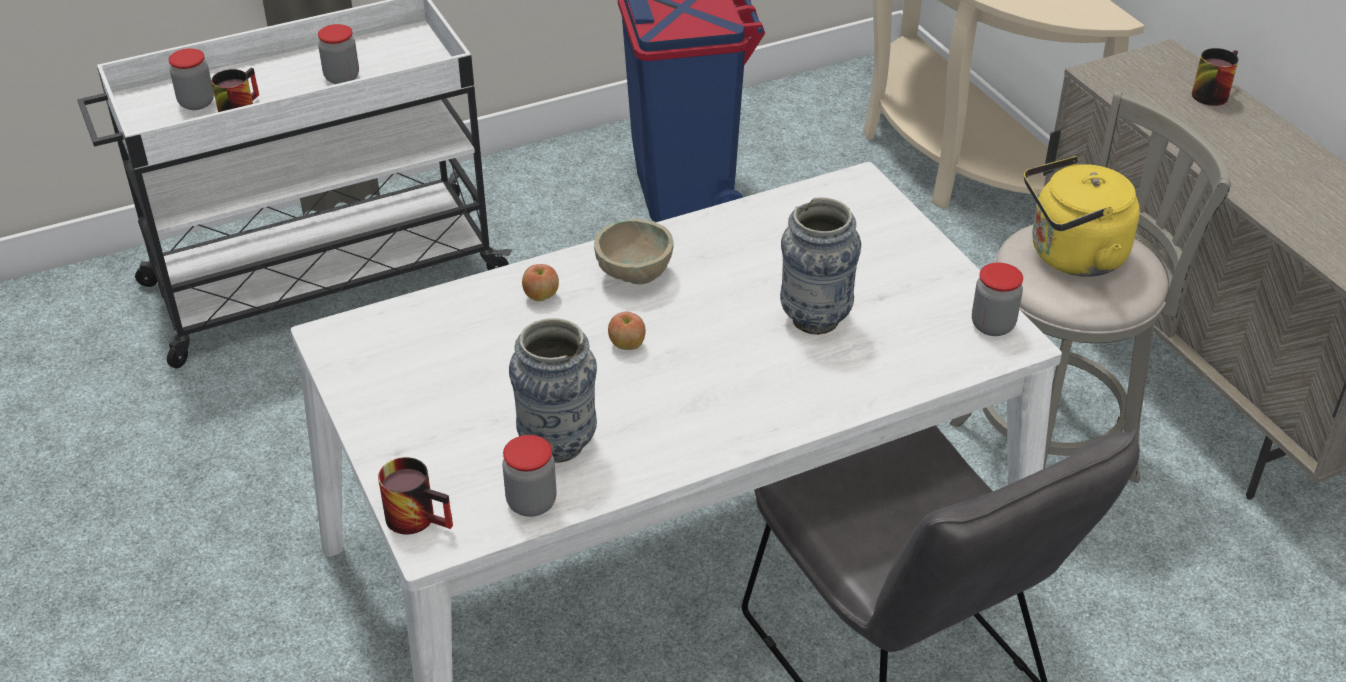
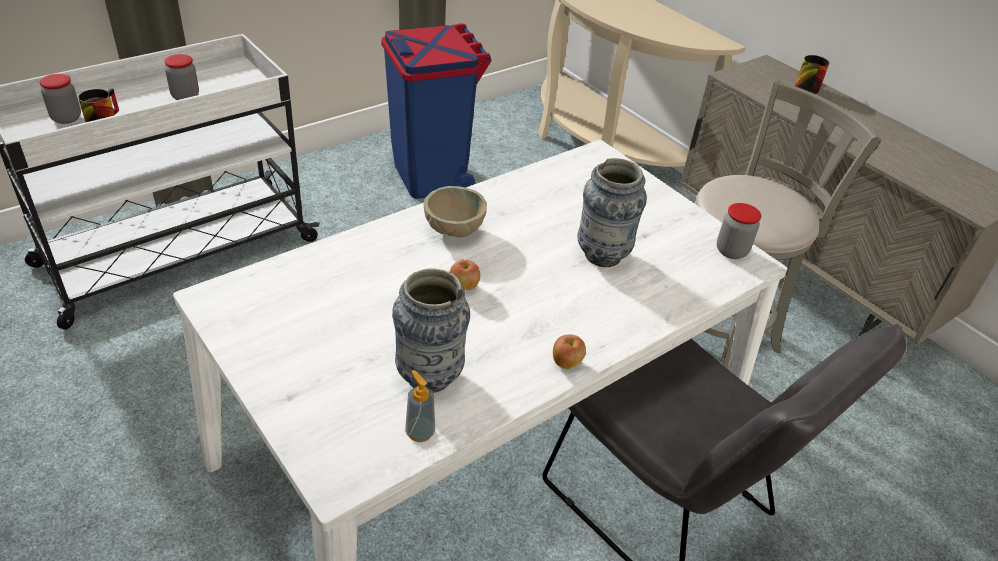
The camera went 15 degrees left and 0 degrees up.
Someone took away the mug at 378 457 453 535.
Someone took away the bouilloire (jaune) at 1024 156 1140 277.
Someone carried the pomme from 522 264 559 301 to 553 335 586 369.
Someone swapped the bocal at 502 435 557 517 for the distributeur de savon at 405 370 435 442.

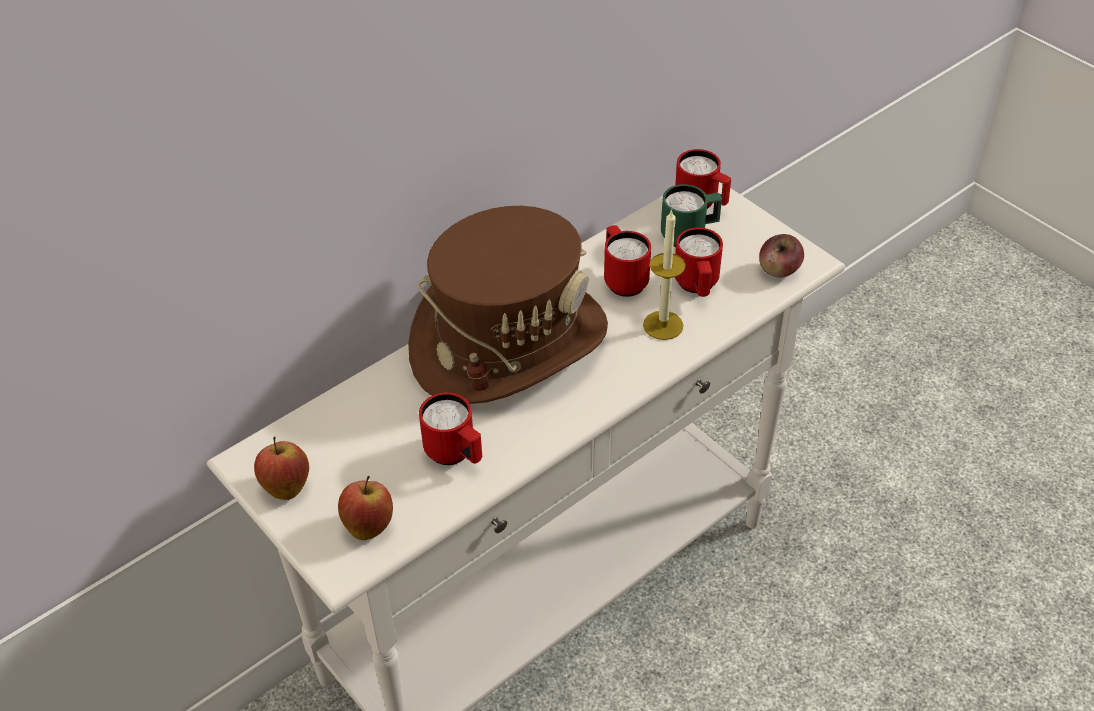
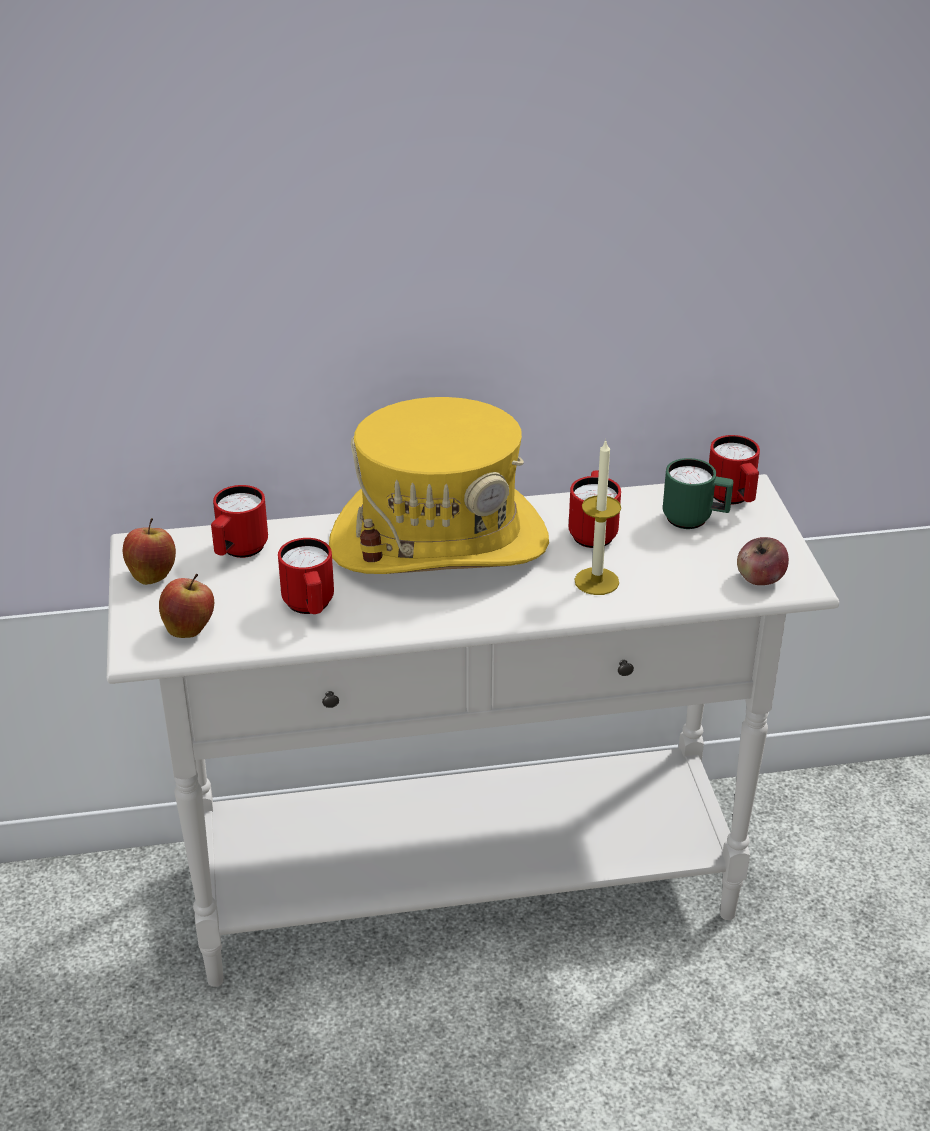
The camera went 30 degrees right and 10 degrees down.
Someone carried the mug (rouge) from 675 228 723 297 to 211 485 268 558.
Someone repainted the chapeau (marron) at 408 206 608 404, which became the chapeau (jaune) at 329 397 549 574.

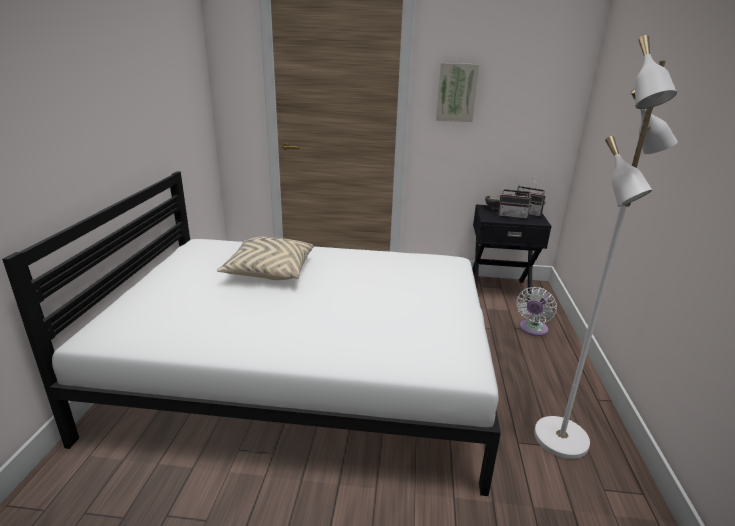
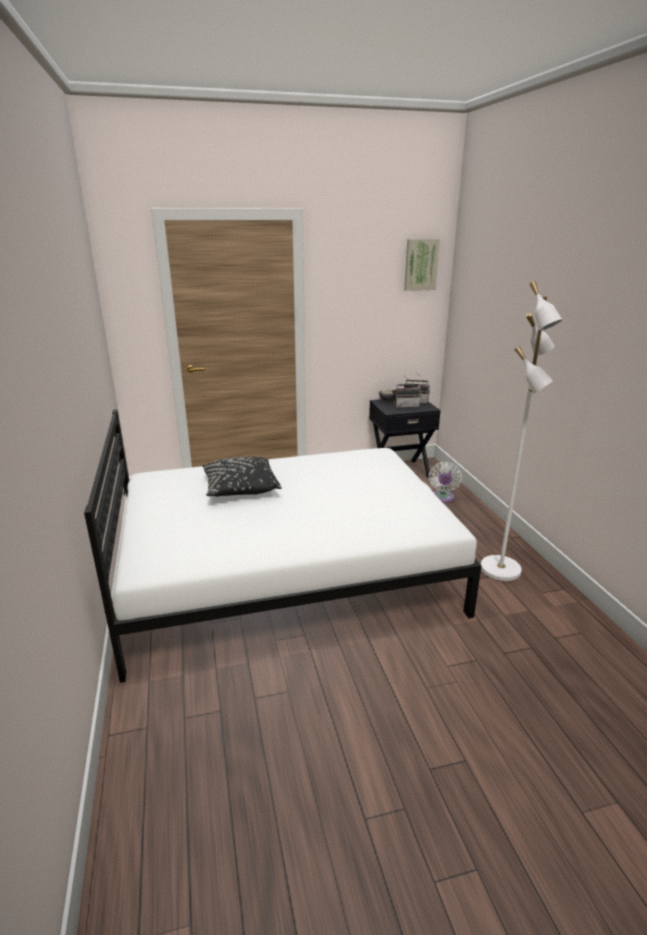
The camera went 20 degrees left and 0 degrees up.
Someone carried the tableau from 436 63 479 122 to 404 239 440 291.
Someone repainted the coussin (beige) at 217 237 314 280, which became the coussin (noir) at 202 457 282 497.

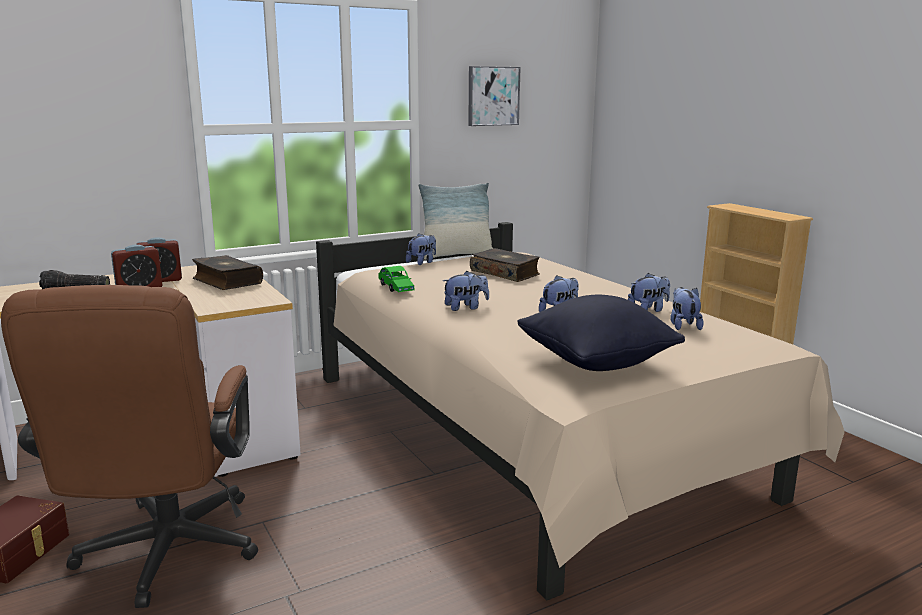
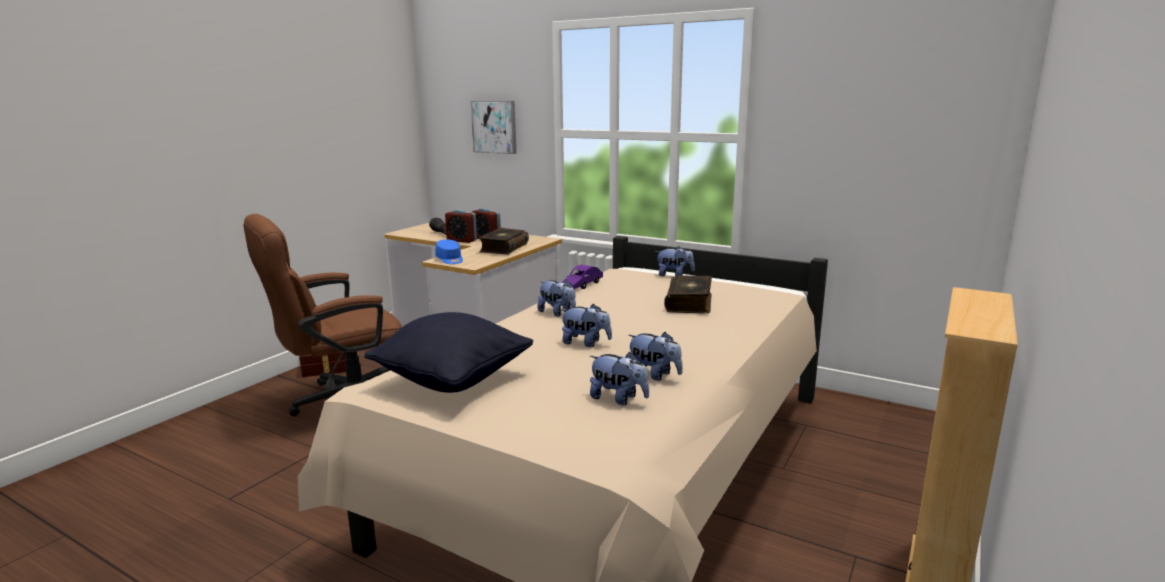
The camera went 60 degrees right and 0 degrees up.
Someone took away the coussin at 418 183 493 260.
Someone put down the casquette (bleu) at 435 239 463 264.
Someone carried the tableau from 468 66 521 126 to 471 101 516 154.
Someone repainted the petite voiture (vert) at 378 266 414 292, which became the petite voiture (violet) at 561 265 603 289.
Someone rotated the peluche at 670 287 704 330 by 60 degrees clockwise.

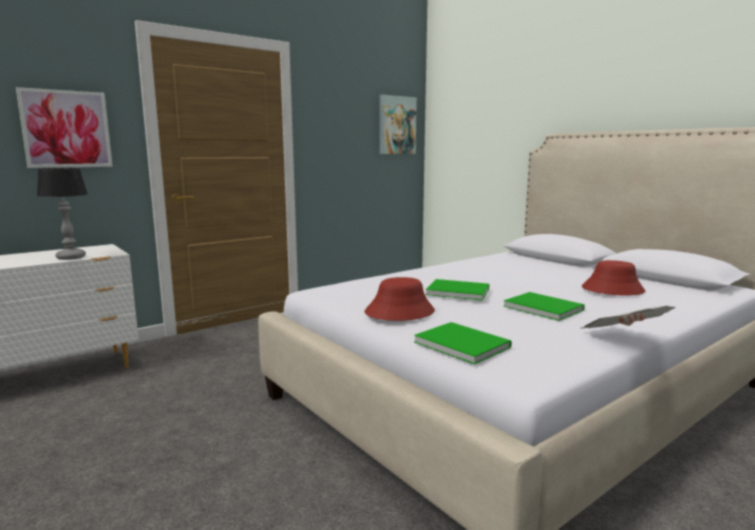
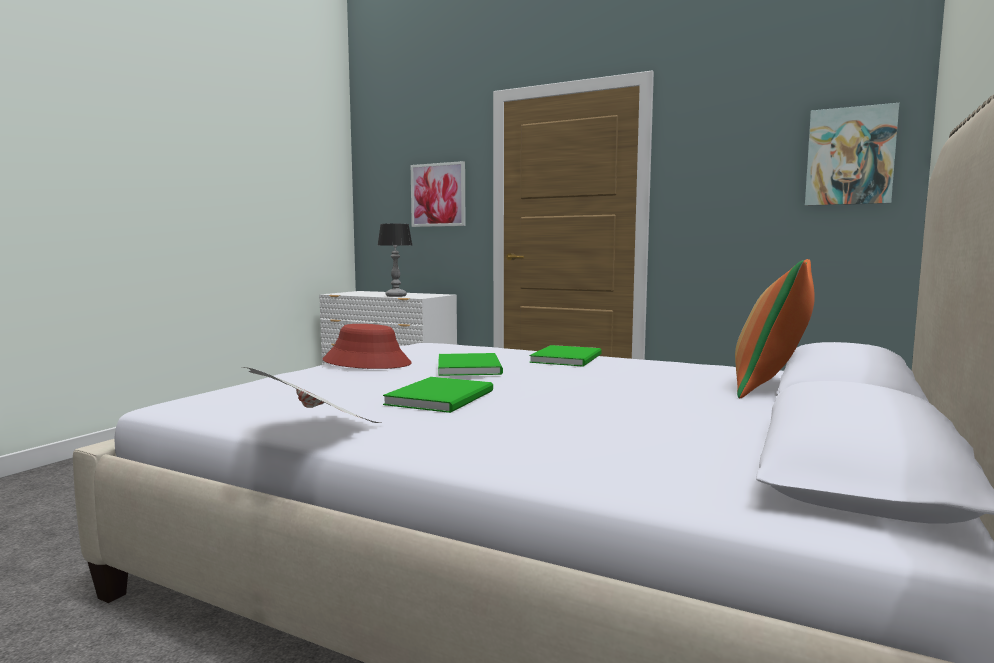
The camera went 65 degrees right and 5 degrees down.
Someone took away the chapeau (rouge) at 582 260 645 295.
Someone put down the coussin at 735 259 815 398.
Someone carried the livre (vert) from 414 322 512 364 to 529 345 601 367.

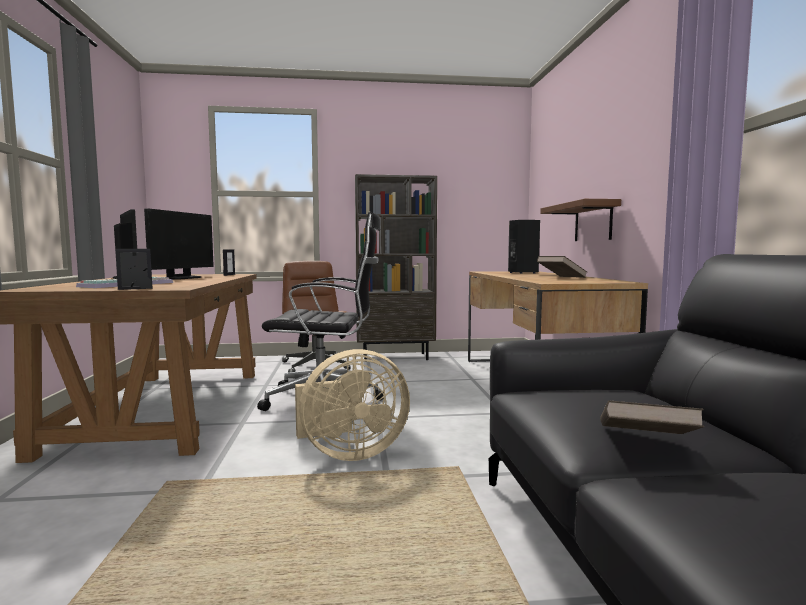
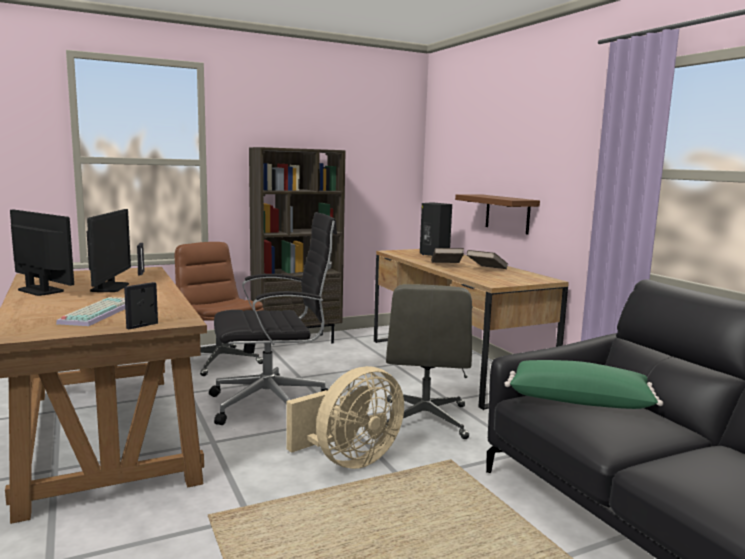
The camera went 20 degrees left and 5 degrees up.
Someone put down the chaise de bureau (gris) at 383 284 472 439.
Someone put down the coussin (vert) at 504 360 663 409.
Someone carried the livre (marron) from 600 400 704 434 to 431 248 464 263.

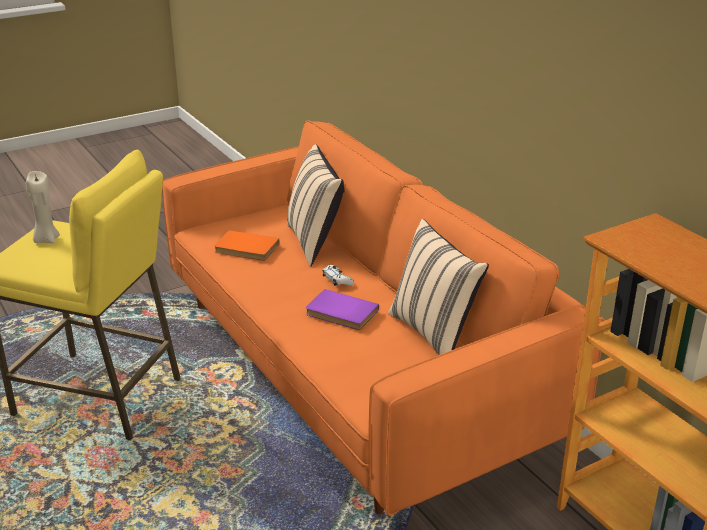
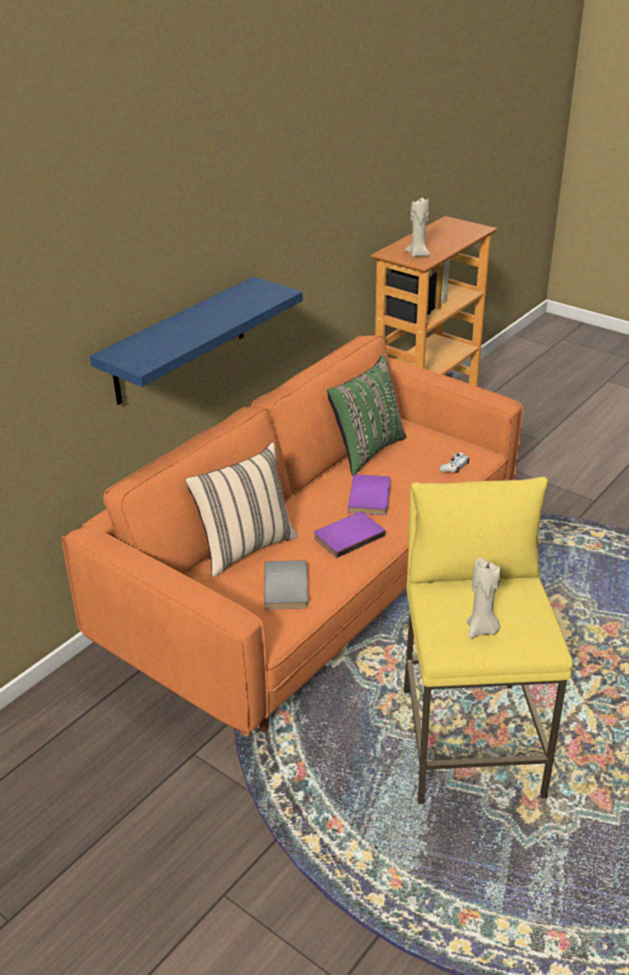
The camera went 110 degrees left and 5 degrees up.
Someone put up the étagère (bleu) at 90 276 303 405.
Someone put down the livre (violet) at 314 512 386 558.
Someone put down the bougie (beige) at 405 198 430 258.
Someone carried the manette (blanc) from 323 265 354 286 to 439 452 469 473.
Someone repainted the livre (orange) at 214 230 280 261, which became the livre (gris) at 264 560 308 610.
Someone repainted the coussin (beige) at 388 219 489 355, which became the coussin (vert) at 327 356 407 476.

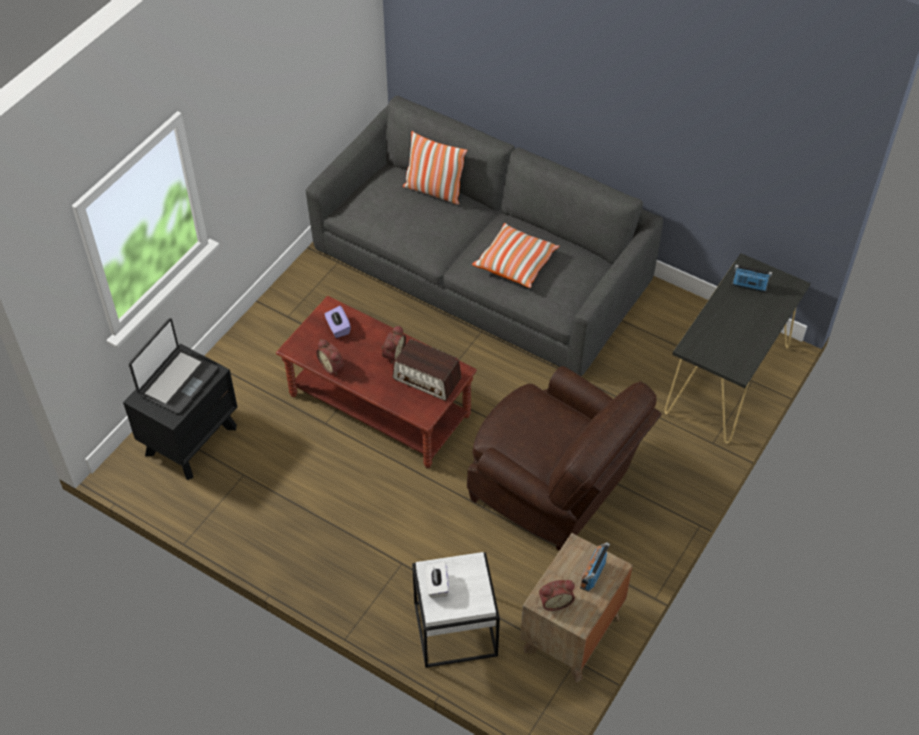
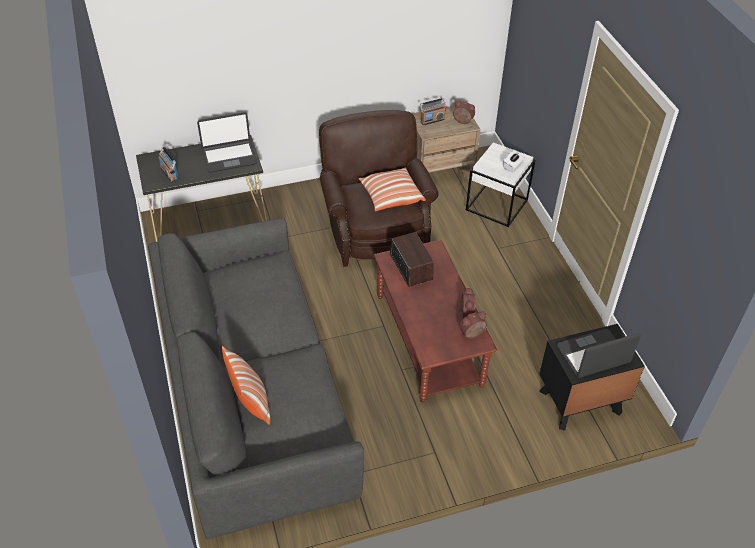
The camera went 140 degrees left and 5 degrees down.
Someone took away the boîte à mouchoirs (violet) at 325 306 351 338.
Someone put down the ordinateur portable at 197 112 257 173.
Someone carried the réveil from 382 325 406 364 to 459 311 487 339.
Someone carried the coussin from 472 223 559 288 to 358 168 426 211.

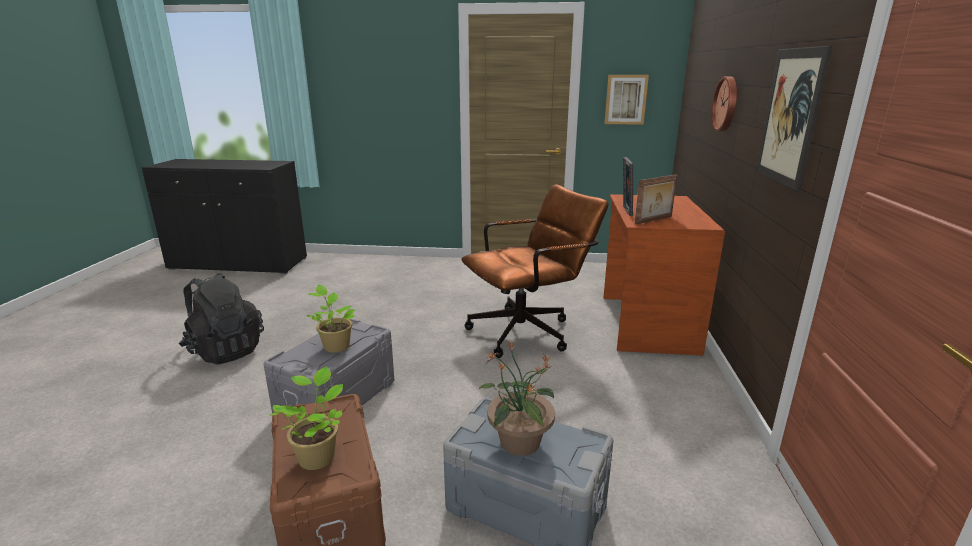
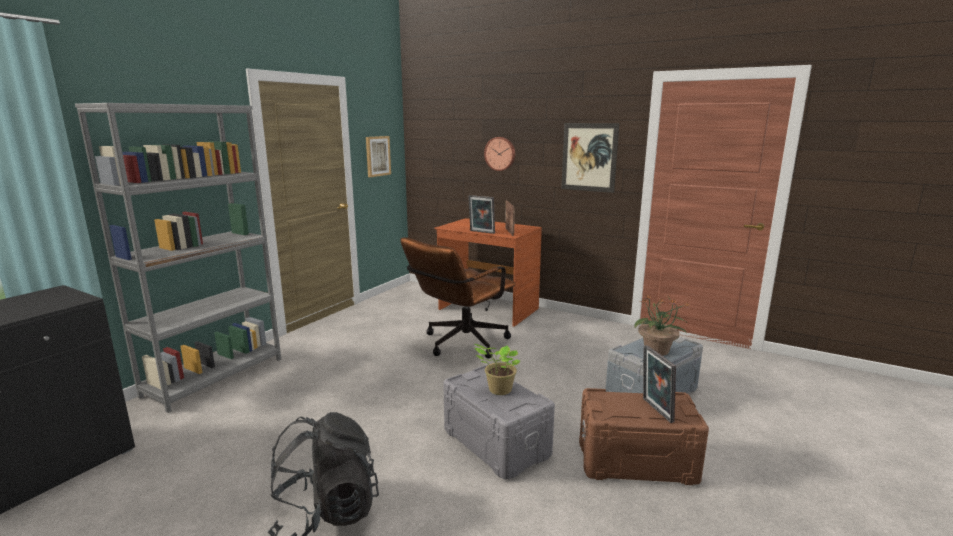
The camera went 65 degrees left and 5 degrees down.
Someone put down the bibliothèque (gris) at 75 103 281 413.
Someone swapped the plante en pot at 270 367 343 470 for the cadre photo at 643 345 676 423.
Someone rotated the chaise de bureau (marron) at 462 184 609 358 by 135 degrees counterclockwise.

